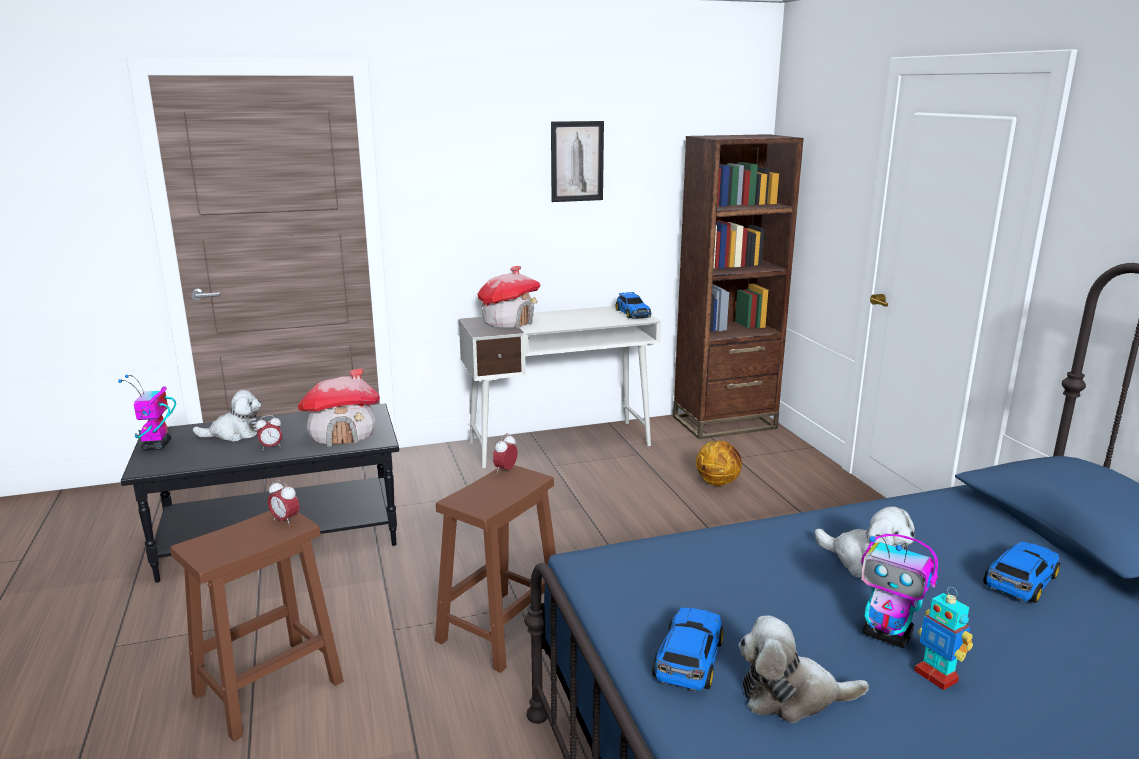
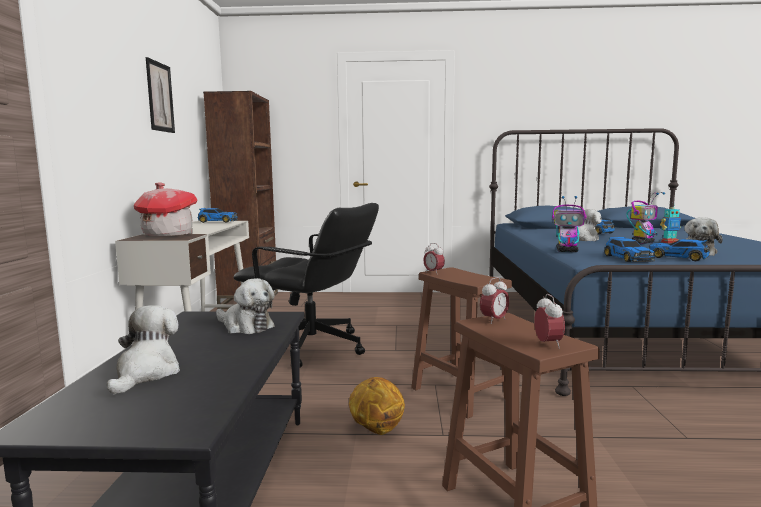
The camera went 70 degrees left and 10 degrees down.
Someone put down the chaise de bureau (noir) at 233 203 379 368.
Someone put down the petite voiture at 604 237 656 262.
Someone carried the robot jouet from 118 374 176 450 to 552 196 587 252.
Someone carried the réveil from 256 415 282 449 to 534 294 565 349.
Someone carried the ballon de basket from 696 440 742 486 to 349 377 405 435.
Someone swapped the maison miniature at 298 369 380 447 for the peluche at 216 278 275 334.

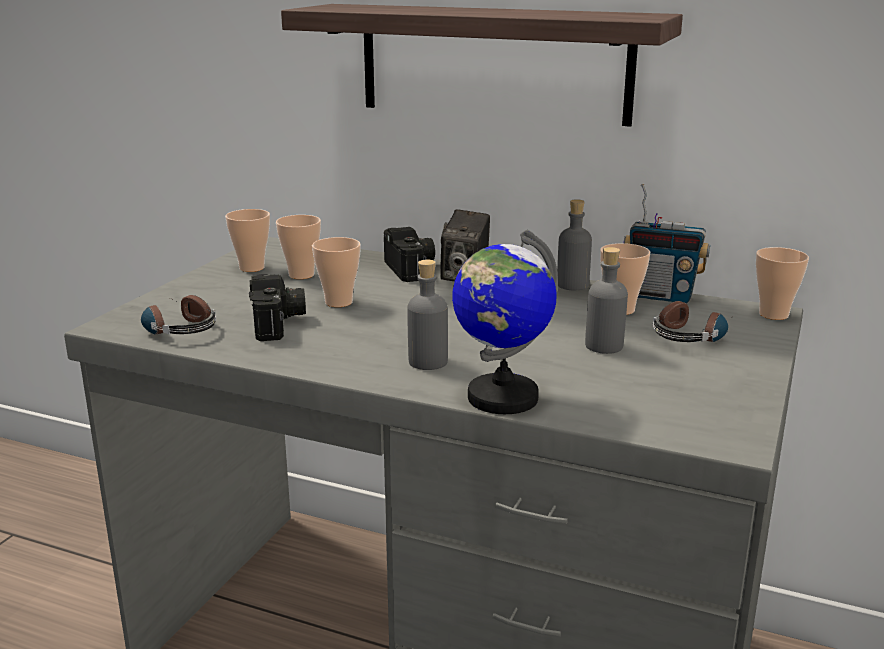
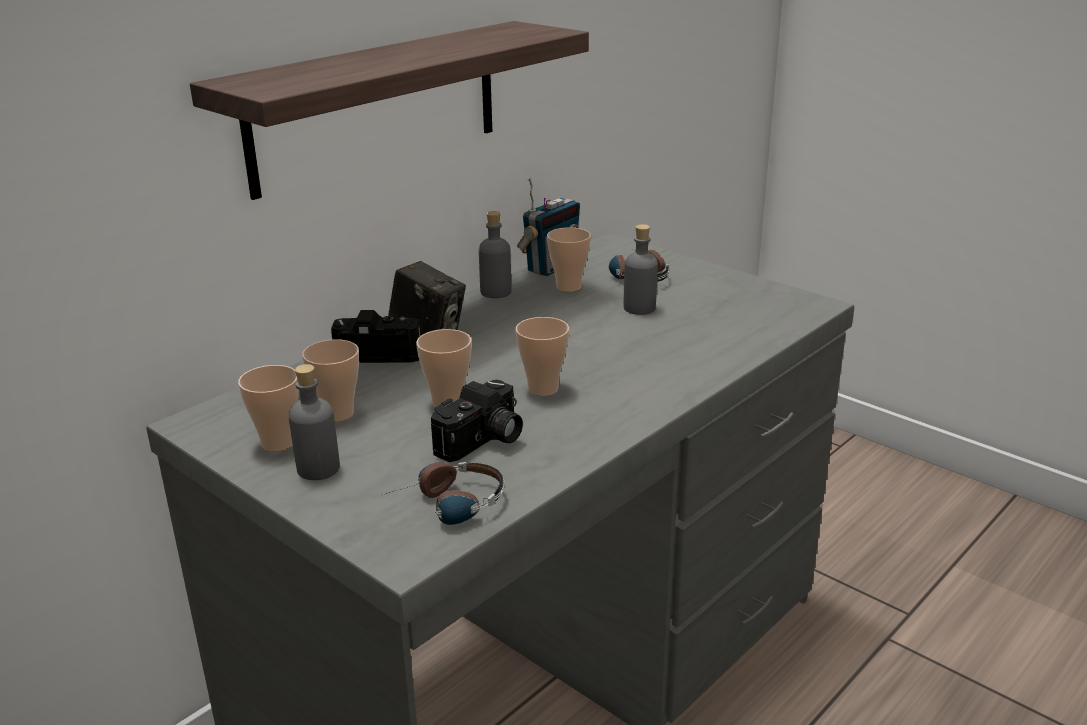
The camera went 70 degrees left and 5 degrees up.
Someone took away the globe at 452 230 558 414.
Someone carried the bouteille (gris) from 407 260 448 370 to 289 364 340 480.
Someone carried the tasse from 756 247 809 320 to 515 317 569 396.
Someone rotated the appareil photo at 249 274 306 341 by 120 degrees clockwise.

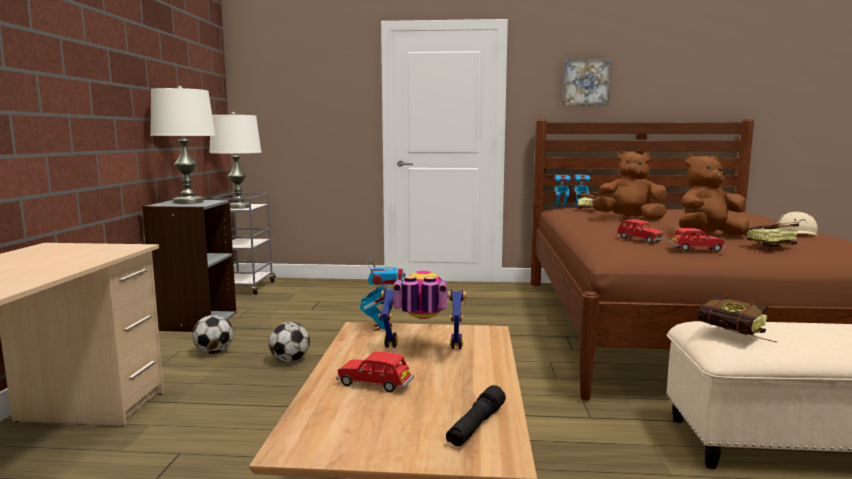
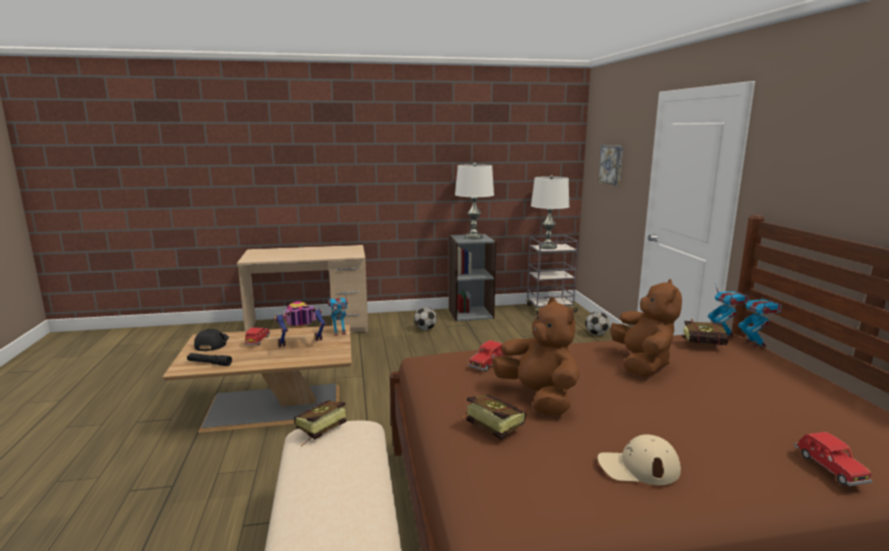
The camera went 75 degrees right and 5 degrees up.
Someone put down the casquette (noir) at 194 329 229 351.
Someone carried the ballon de foot from 269 322 310 362 to 585 312 610 335.
Someone carried the tableau from 563 59 611 106 to 598 145 623 186.
Someone carried the petite voiture (rouge) from 668 228 726 252 to 794 432 872 486.
Someone rotated the robot jouet at 379 271 466 349 by 105 degrees counterclockwise.

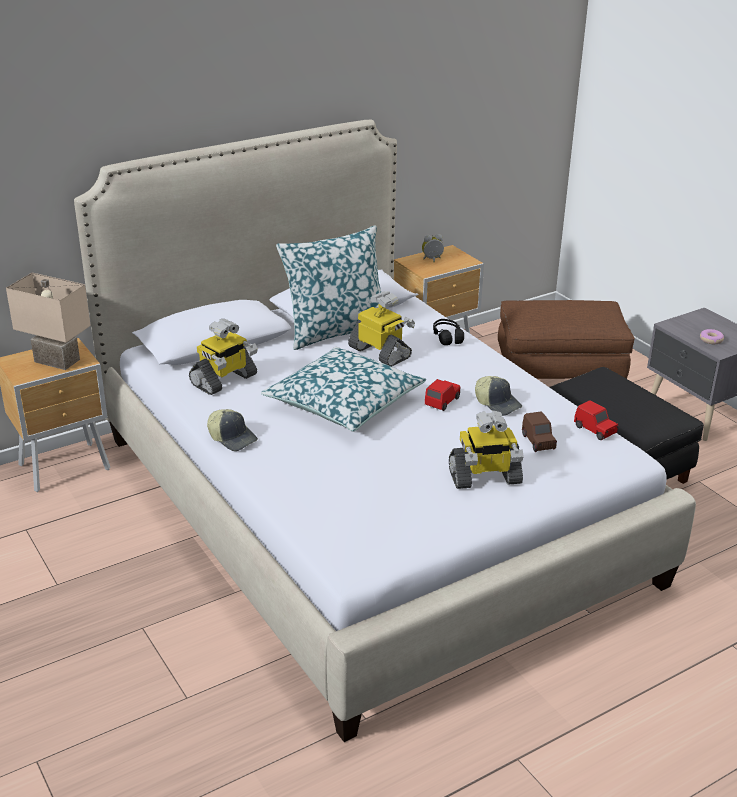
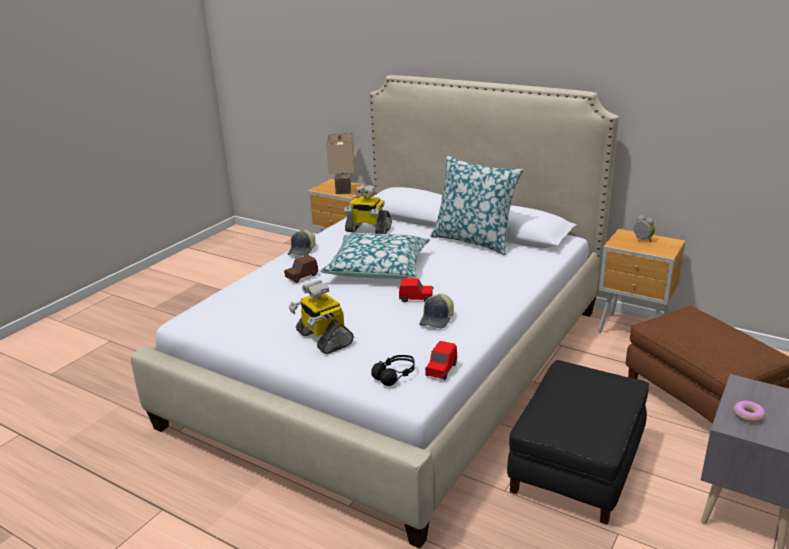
The camera went 65 degrees right and 5 degrees down.
Someone took away the robot jouet at 348 291 415 367.
Someone carried the casque audio (noir) from 433 319 464 345 to 371 355 415 386.
Someone carried the petite voiture (marron) from 522 411 557 452 to 284 255 318 283.

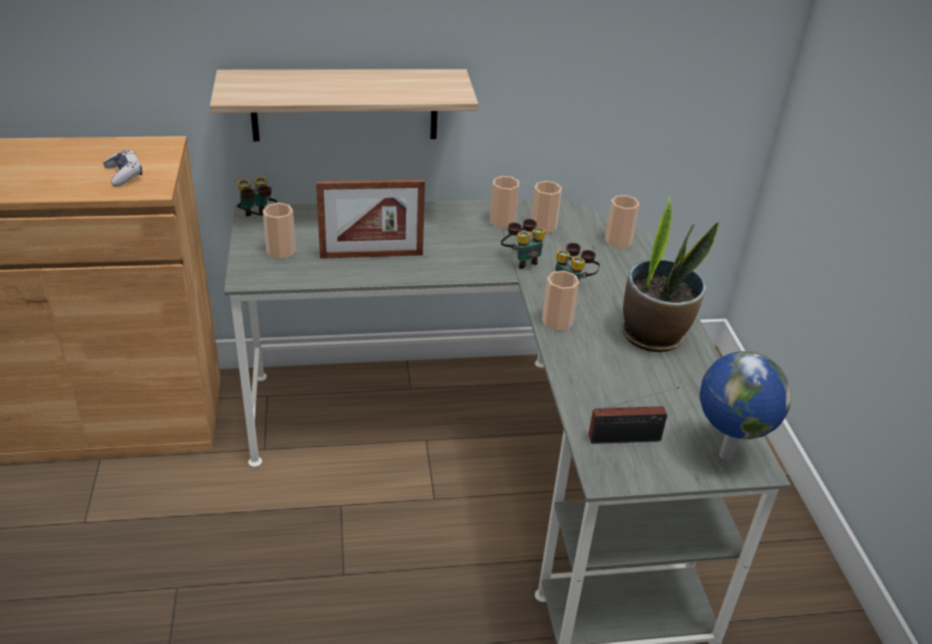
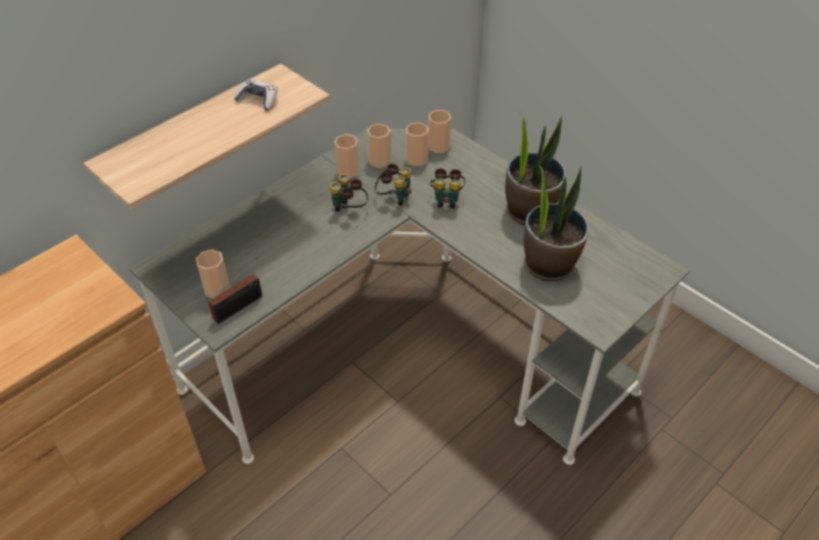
The camera went 35 degrees left and 10 degrees up.
Someone took away the cadre photo at 316 179 425 259.
Someone took away the globe at 700 351 791 460.
Someone put down the plante en pot at 524 165 589 281.
Someone carried the manette from 103 150 142 186 to 234 78 278 111.
Someone carried the jumelles from 237 177 278 217 to 330 174 368 212.
Someone carried the tasse from 542 271 579 331 to 406 122 429 166.
Someone carried the radio from 589 387 679 444 to 208 257 262 324.

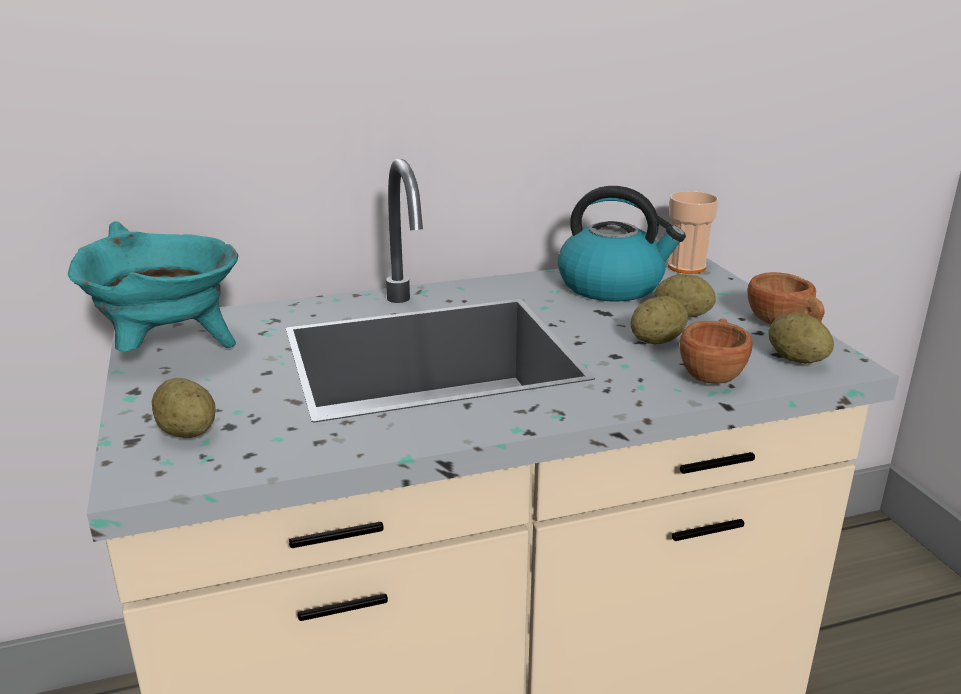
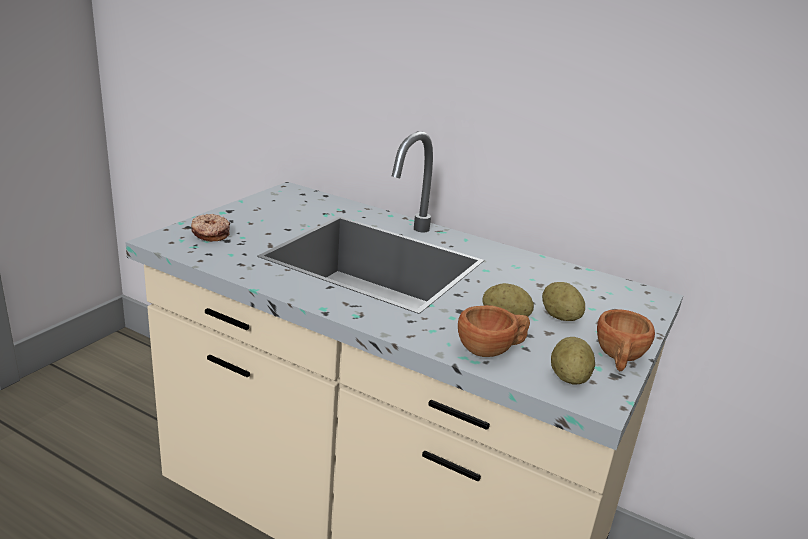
The camera went 45 degrees right and 0 degrees up.
Someone took away the marmite (turquoise) at 68 221 239 352.
Someone took away the bouilloire at 558 186 686 302.
Someone took away the tasse at 668 191 719 274.
Someone swapped the pomme de terre at 152 378 216 438 for the beignet at 191 214 230 242.

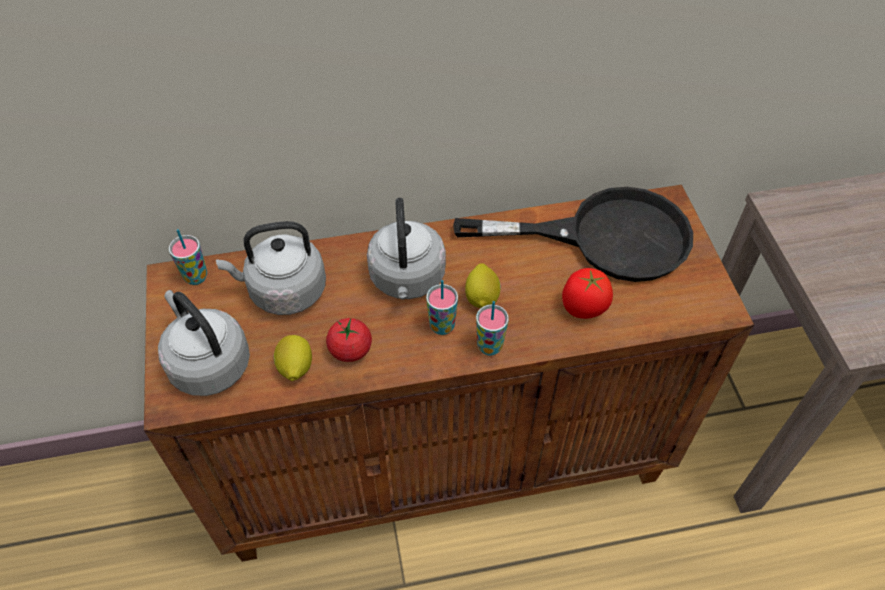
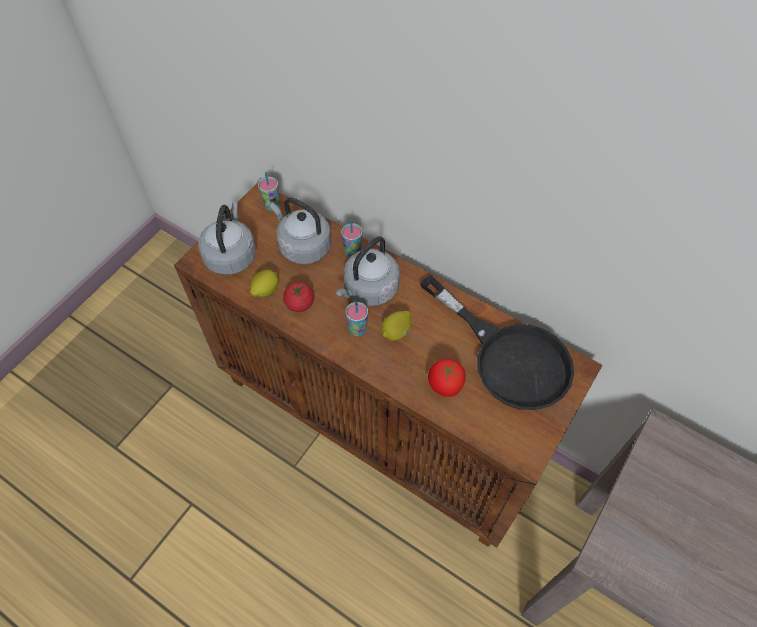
The camera went 45 degrees right and 5 degrees up.
Someone carried the tasse from 476 301 509 356 to 341 220 362 257.

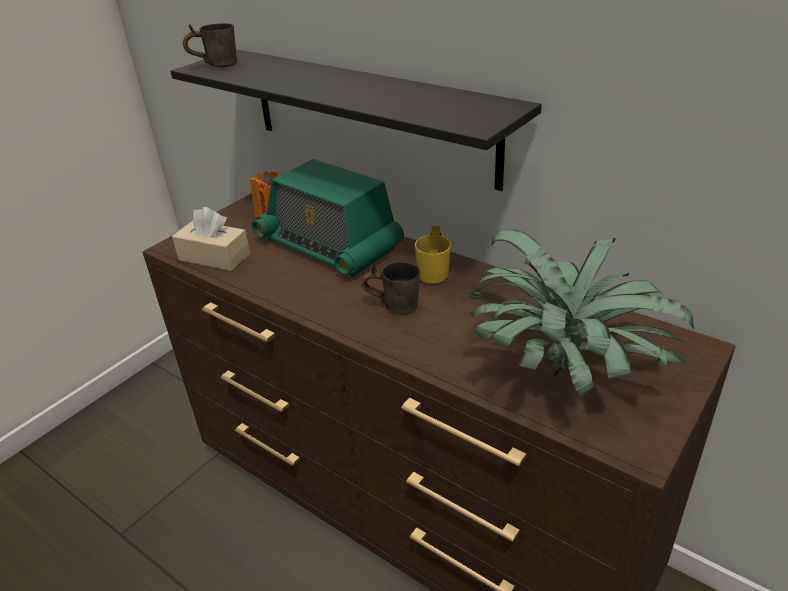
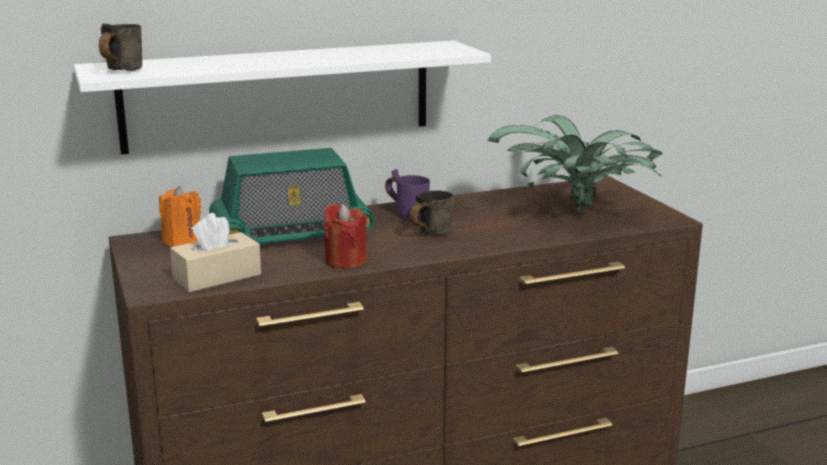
The camera went 60 degrees left and 15 degrees down.
Someone put down the bougie (rouge) at 324 204 367 269.
Someone repainted the étagère (noir) at 171 49 542 191, which became the étagère (blanc) at 74 41 491 155.
Someone repainted the mug (jaune) at 415 225 451 284, which became the mug (violet) at 385 169 430 218.

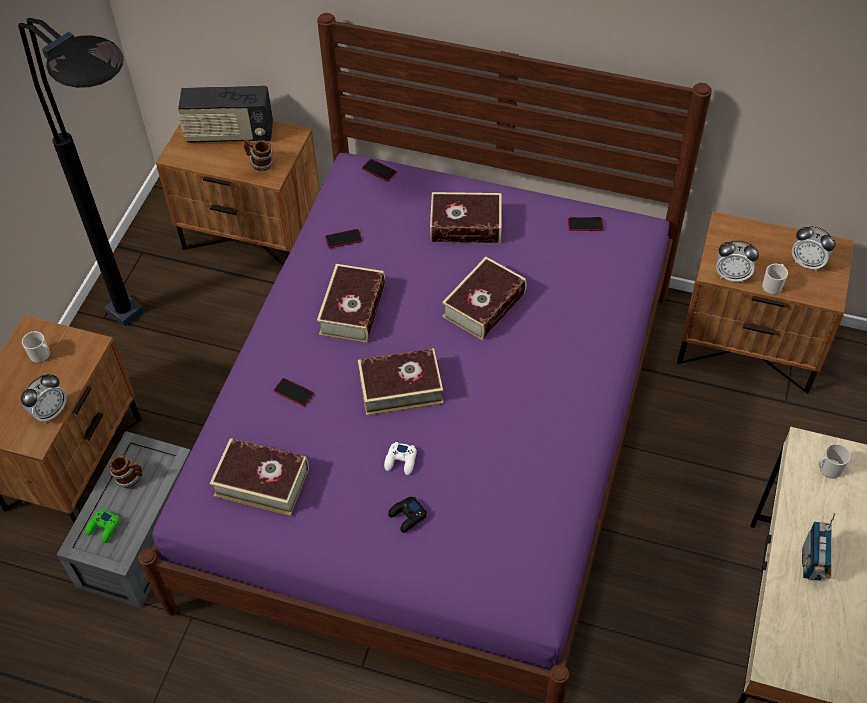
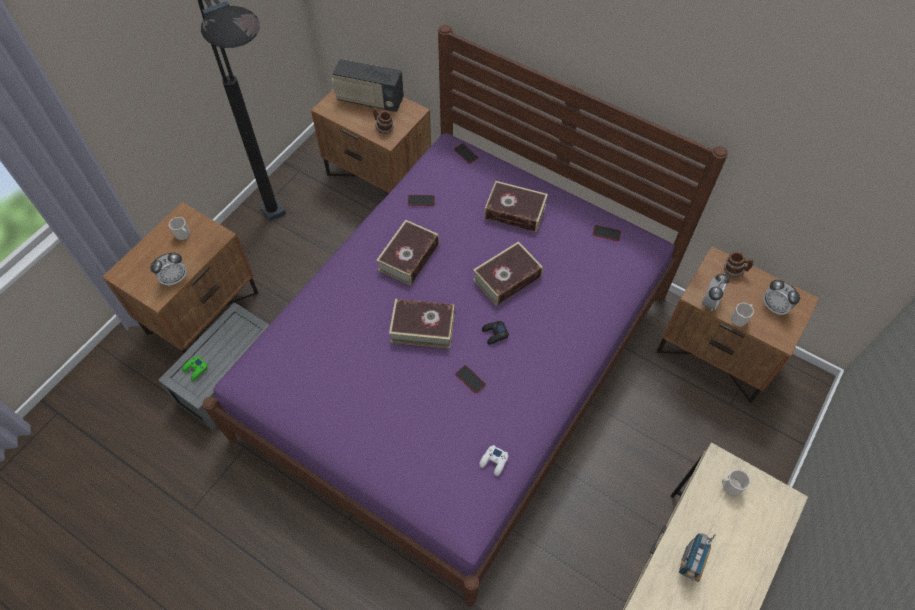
The camera went 15 degrees right and 5 degrees up.
Someone took away the livre at 210 438 309 516.
Someone carried the mug from 109 455 143 488 to 724 252 754 277.
Someone carried the téléphone from 274 378 314 406 to 455 365 486 394.
Someone carried the manette (blanc) from 384 442 417 475 to 479 445 508 476.
Someone carried the manette (noir) from 388 497 427 533 to 482 321 509 345.
Someone rotated the réveil at 716 240 759 282 by 90 degrees counterclockwise.

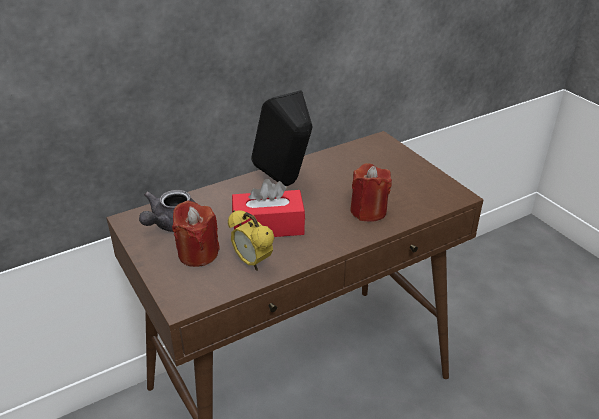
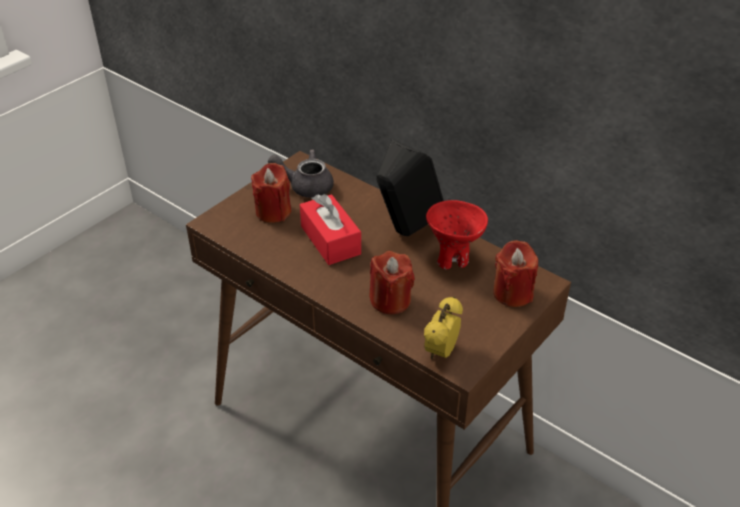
The camera went 70 degrees right and 5 degrees up.
Someone put down the bol (rouge) at 426 200 488 269.
Someone put down the bougie (rouge) at 493 240 538 307.
Someone carried the réveil from 228 210 274 271 to 424 296 463 359.

